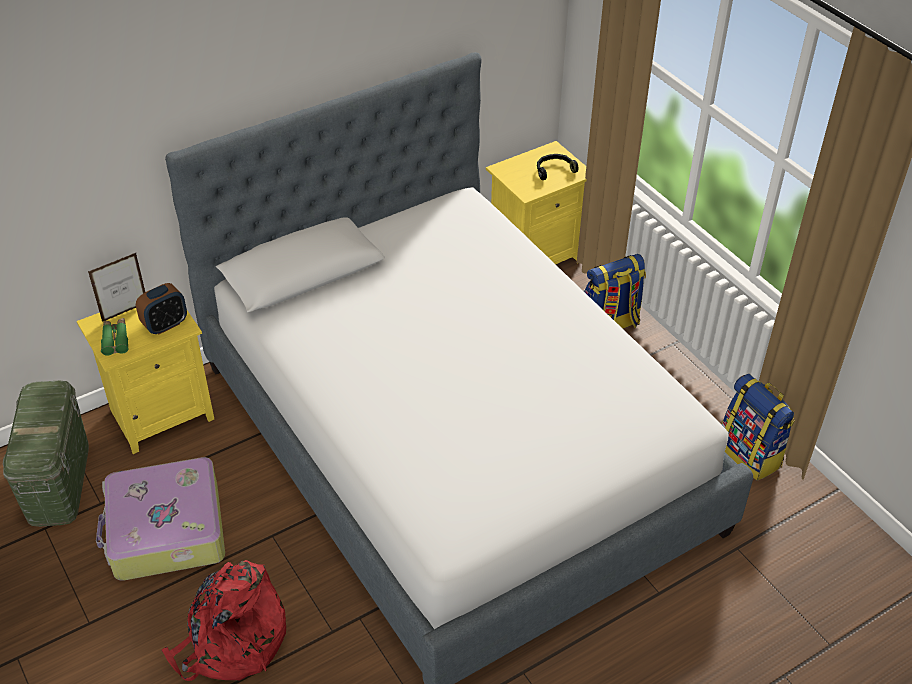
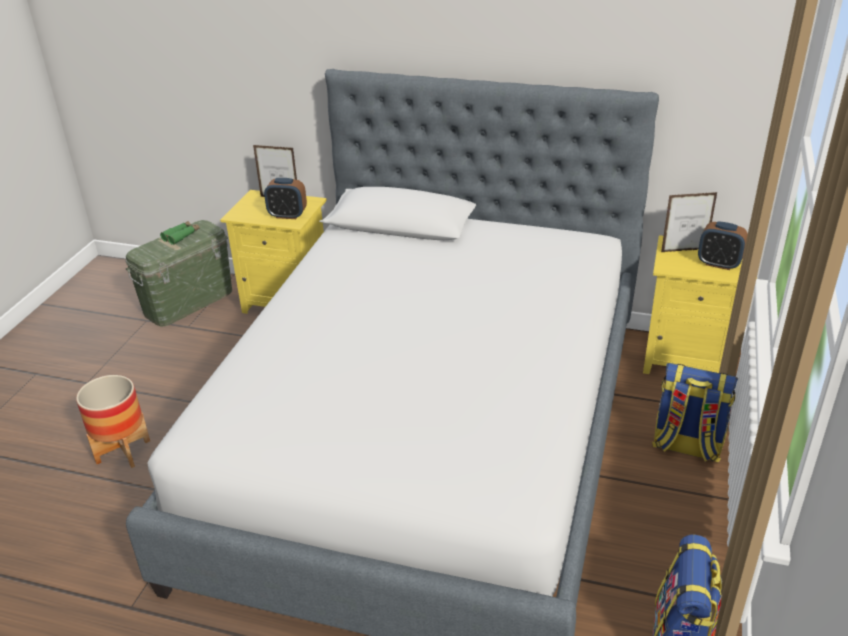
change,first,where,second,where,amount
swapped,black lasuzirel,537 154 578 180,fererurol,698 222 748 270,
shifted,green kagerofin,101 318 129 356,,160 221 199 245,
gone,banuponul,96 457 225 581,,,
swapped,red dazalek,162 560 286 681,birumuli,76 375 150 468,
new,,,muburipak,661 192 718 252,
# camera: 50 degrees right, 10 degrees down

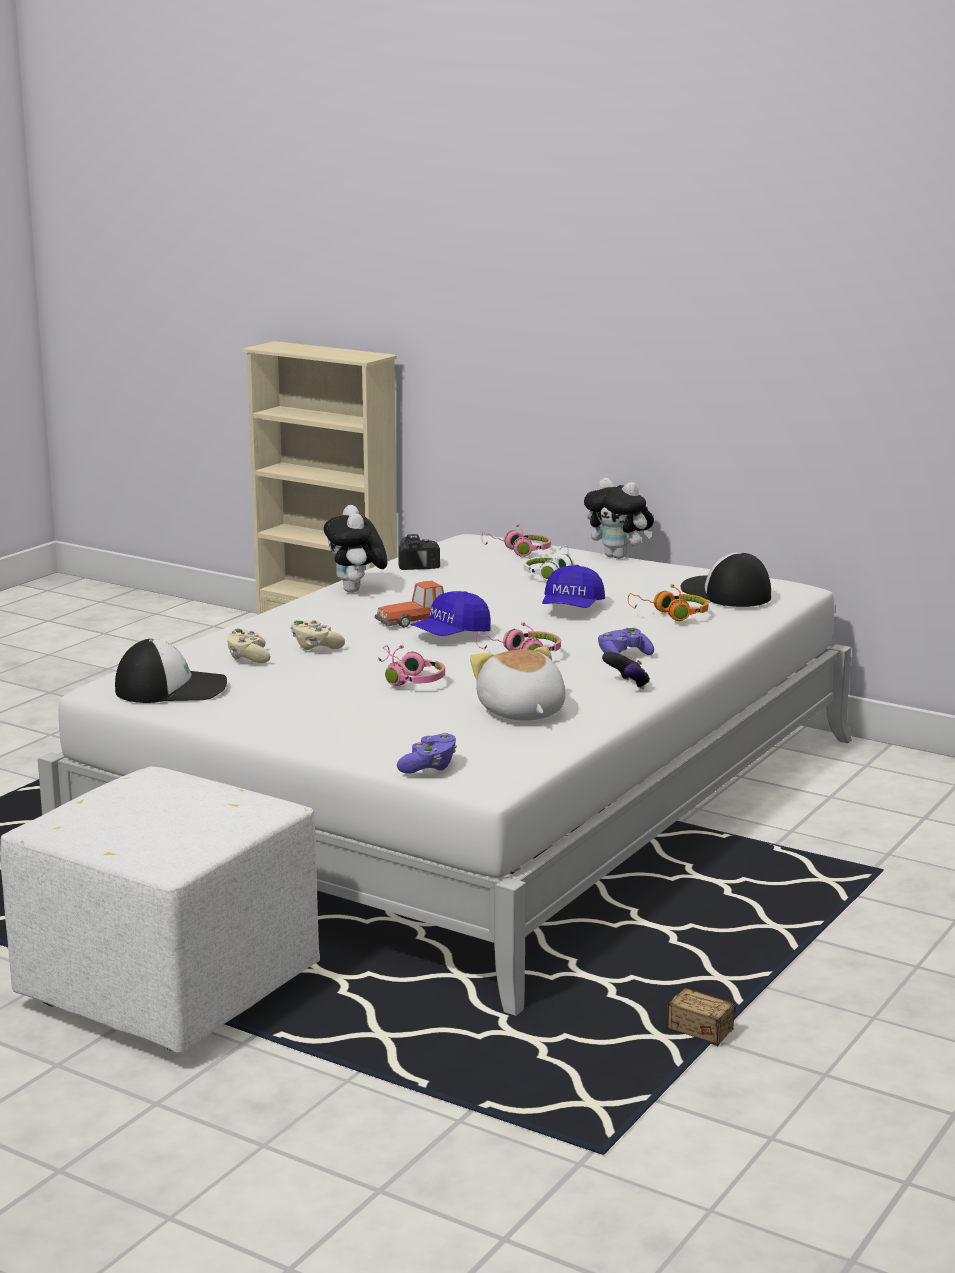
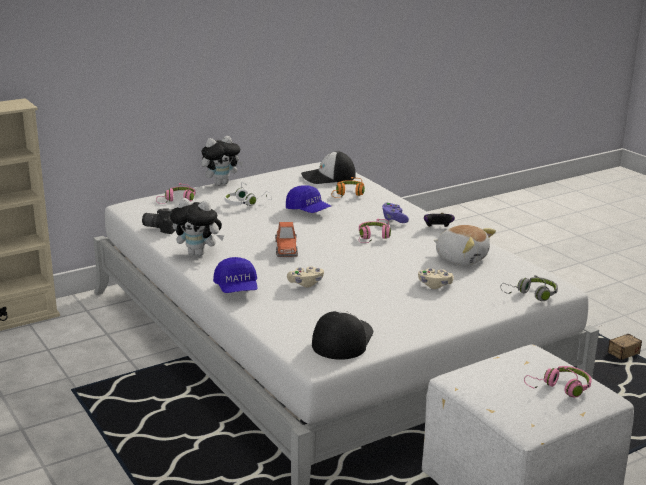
change,first,where,second,where,amount
shifted,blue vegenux,410 591 491 636,,213 257 258 293,
shifted,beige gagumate,227 628 271 663,,418 268 454 289,
shifted,pink lasuzirel,378 645 445 686,,524 366 592 398,
rotated,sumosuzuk,470 647 566 721,,434 225 496 265,150 degrees counterclockwise
swapped,purple gagumate,397 733 457 774,grey lasuzirel,500 275 558 301,
# camera: 65 degrees left, 5 degrees up

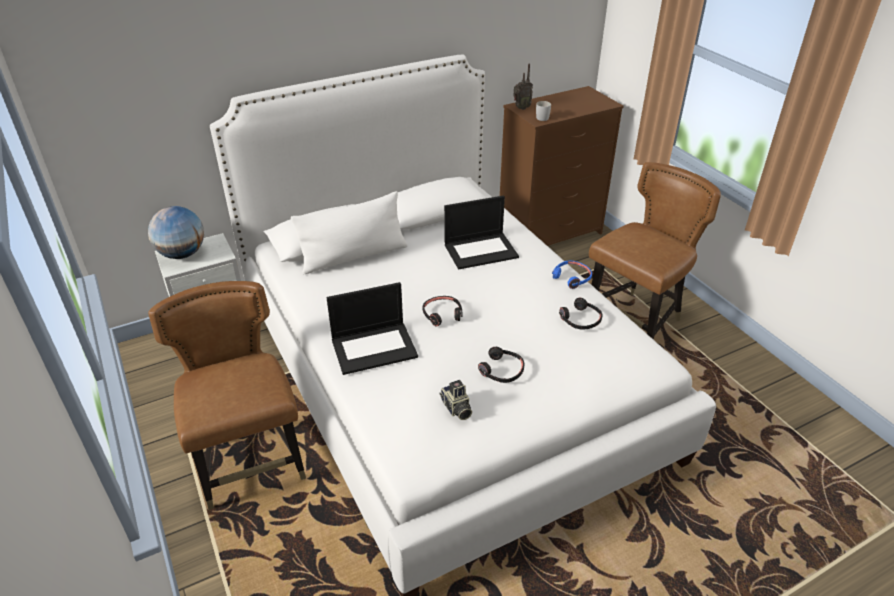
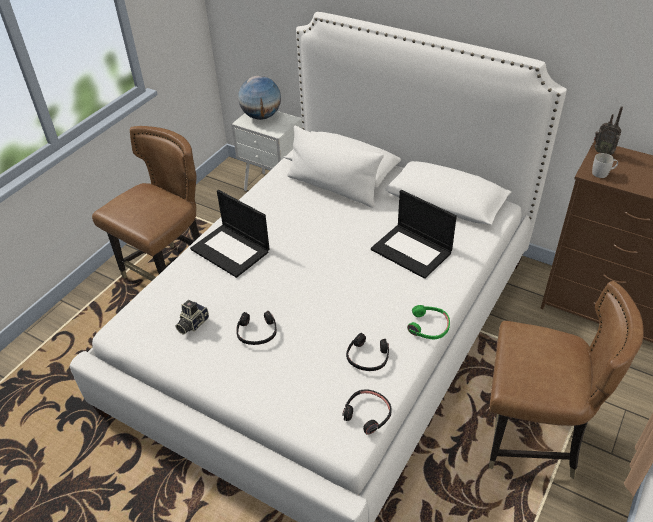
change,first,where,second,where,amount
repainted,blue lasuzirel,552 261 592 289,green lasuzirel,407 305 450 339,
shifted,black lasuzirel,422 296 462 327,,342 389 392 435,
# camera: 60 degrees right, 5 degrees up

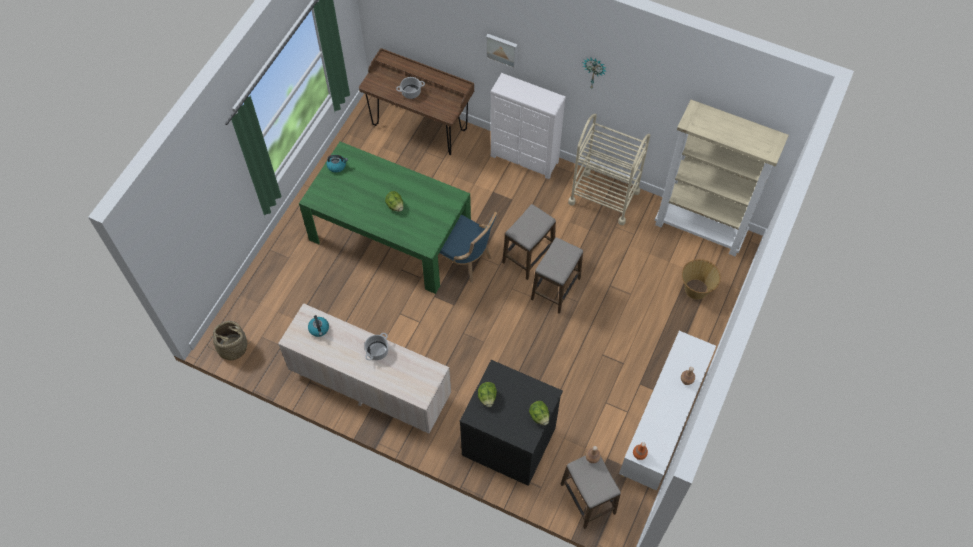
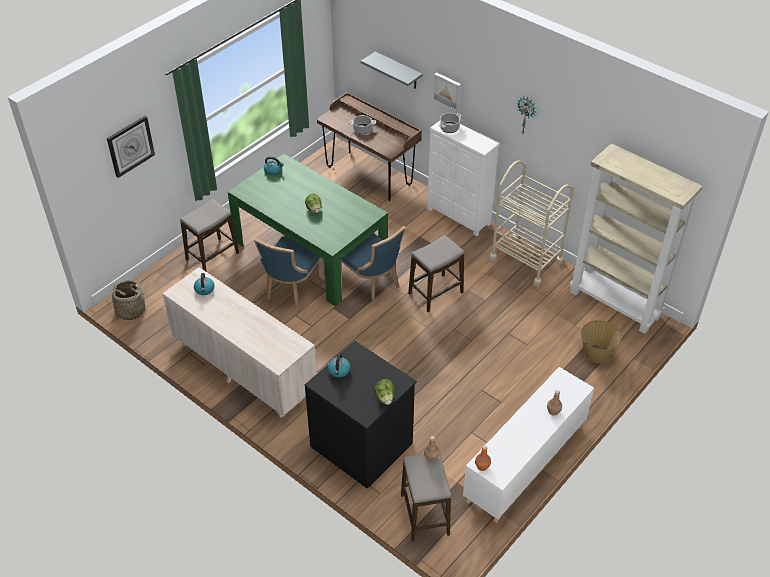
change,first,where,second,where,amount
shifted,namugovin,531 237 583 314,,180 199 239 272,
shifted,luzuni,364 333 388 360,,439 113 461 133,
swapped,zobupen,478 382 497 407,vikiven,328 353 350 378,
new,,,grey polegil,361 51 423 89,
new,,,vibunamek,107 116 155 178,
new,,,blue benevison,254 237 325 310,
# camera: 15 degrees right, 15 degrees down

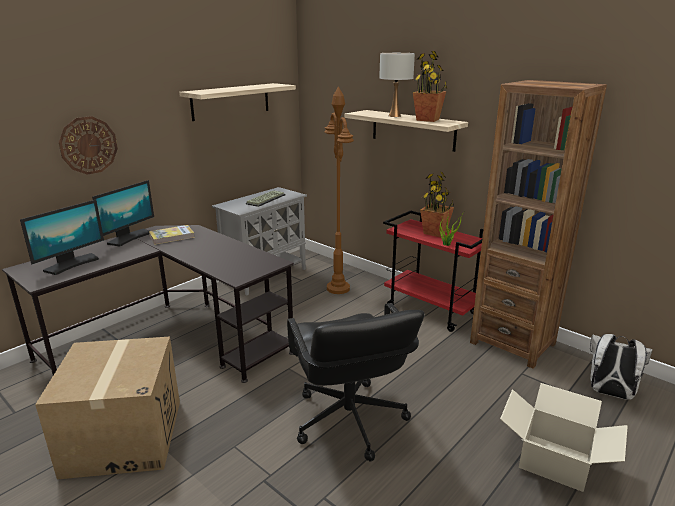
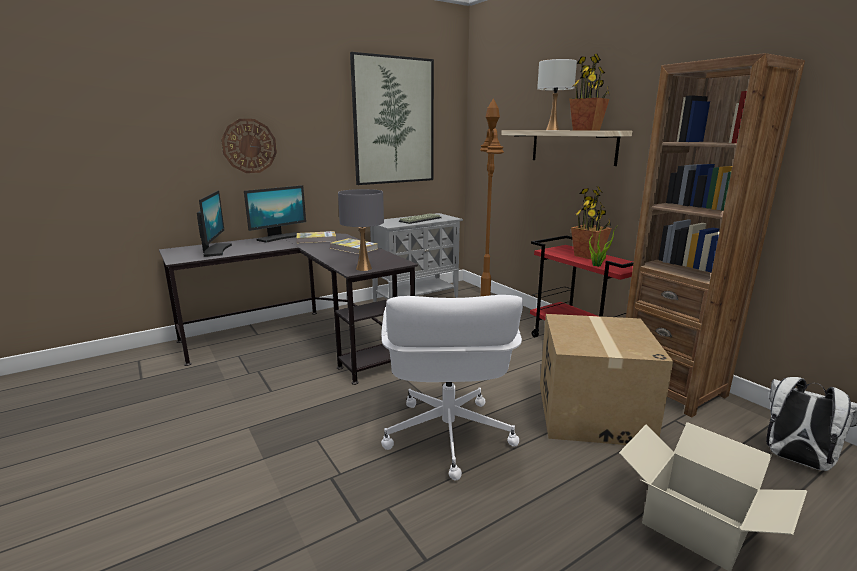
change,first,where,second,where,amount
swapped,polegil,179 83 296 121,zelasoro,350 52 434 185,
rotated,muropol,20 199 104 275,,197 191 232 257,60 degrees counterclockwise
repainted,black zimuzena,287 303 425 461,white zimuzena,381 295 523 480,
shifted,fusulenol,35 337 180 479,,540 314 673 445,
new,,,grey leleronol,338 189 384 271,
new,,,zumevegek,330 238 378 254,
# camera: 15 degrees right, 5 degrees down

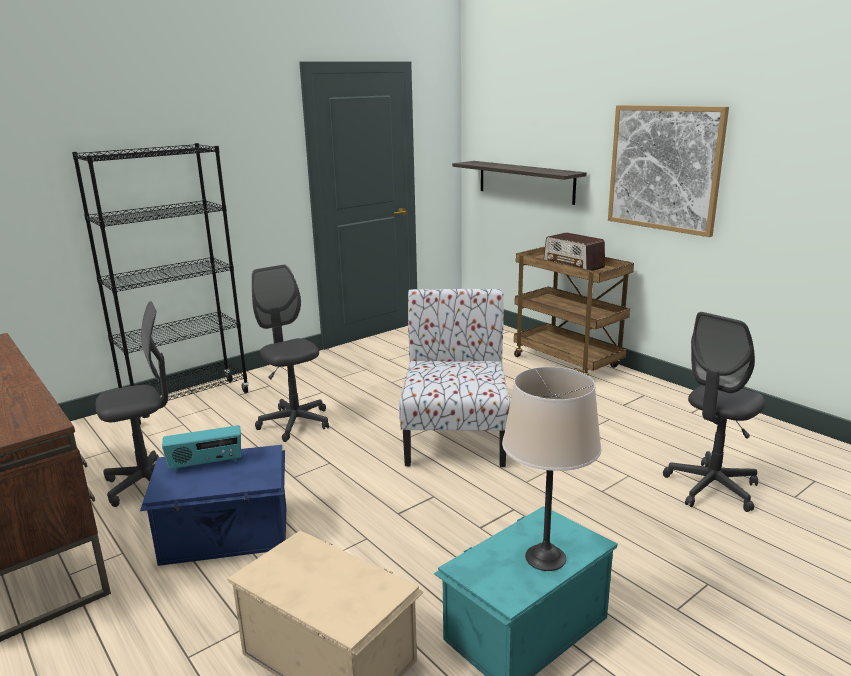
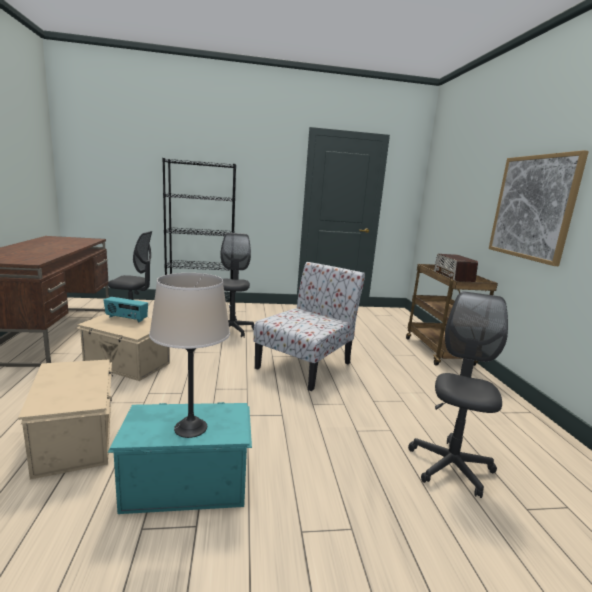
change,first,where,second,where,amount
gone,polegil,452 161 587 205,,,
rotated,grey zimuzena,663 312 766 512,,408 291 508 498,120 degrees clockwise
repainted,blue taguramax,140 445 286 566,beige taguramax,76 314 170 381,
# camera: 30 degrees right, 5 degrees down

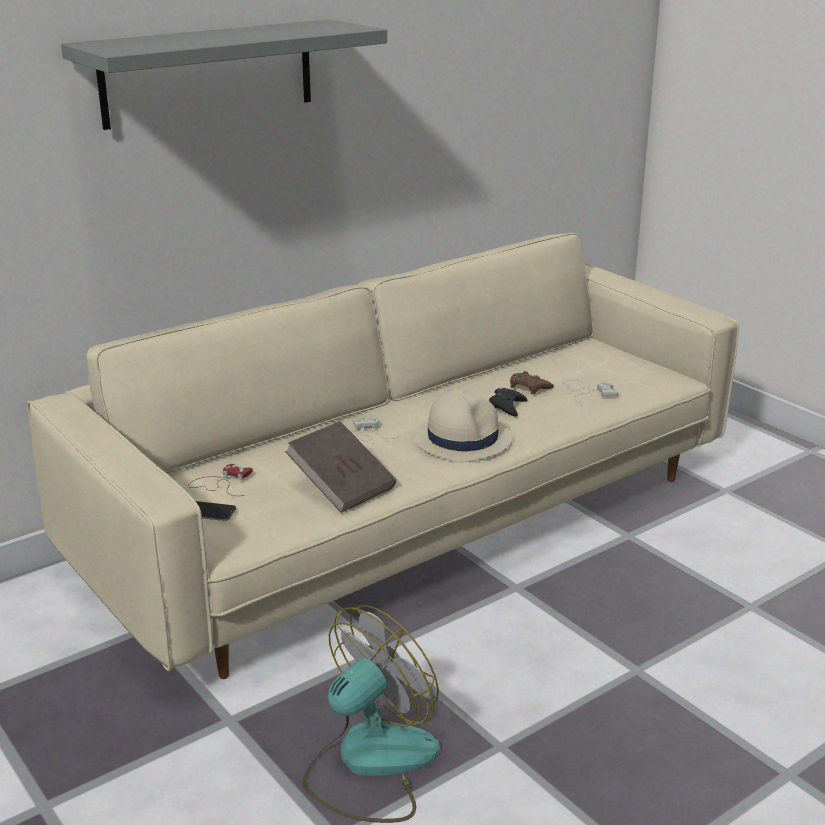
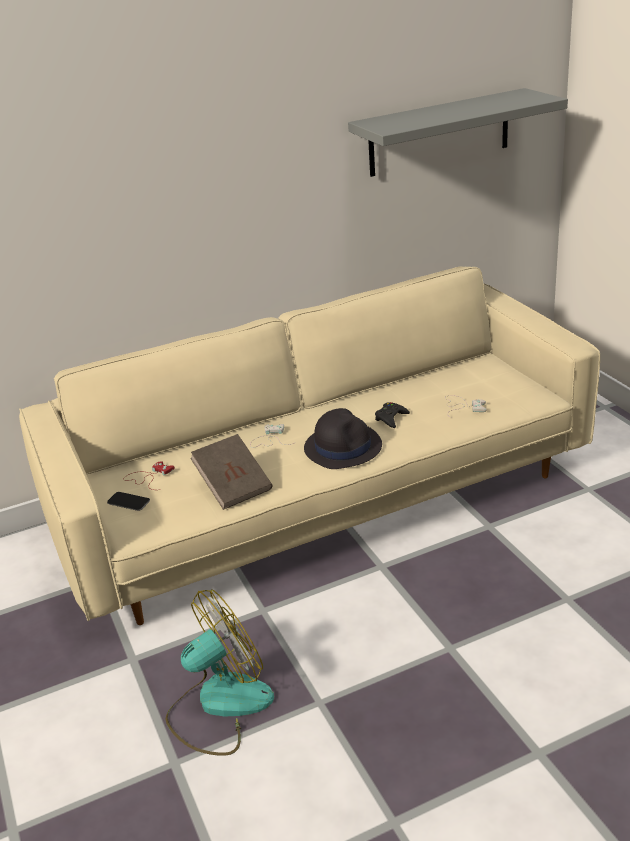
change,first,where,second,where,amount
shifted,grey polegil,61 19 387 130,,348 88 568 177,
gone,brown gagumate,510 371 554 394,,,
repainted,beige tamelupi,414 389 512 462,black tamelupi,304 408 382 469,
# camera: 15 degrees right, 5 degrees up

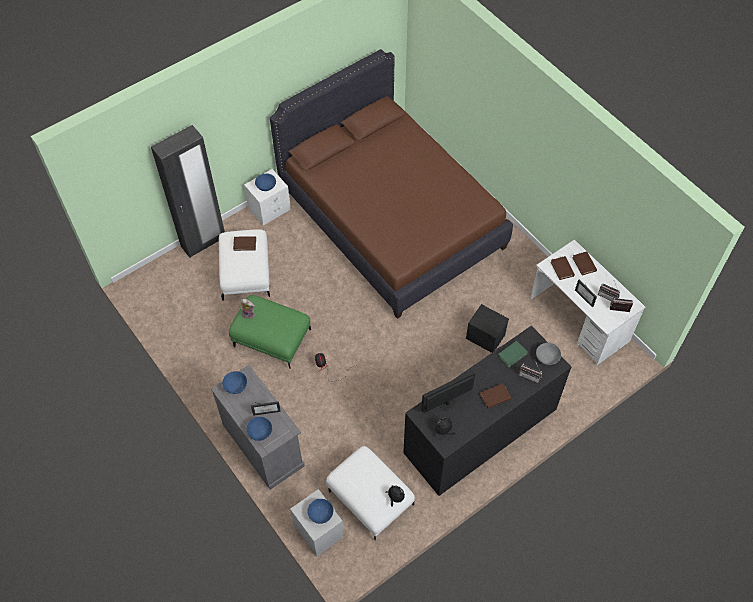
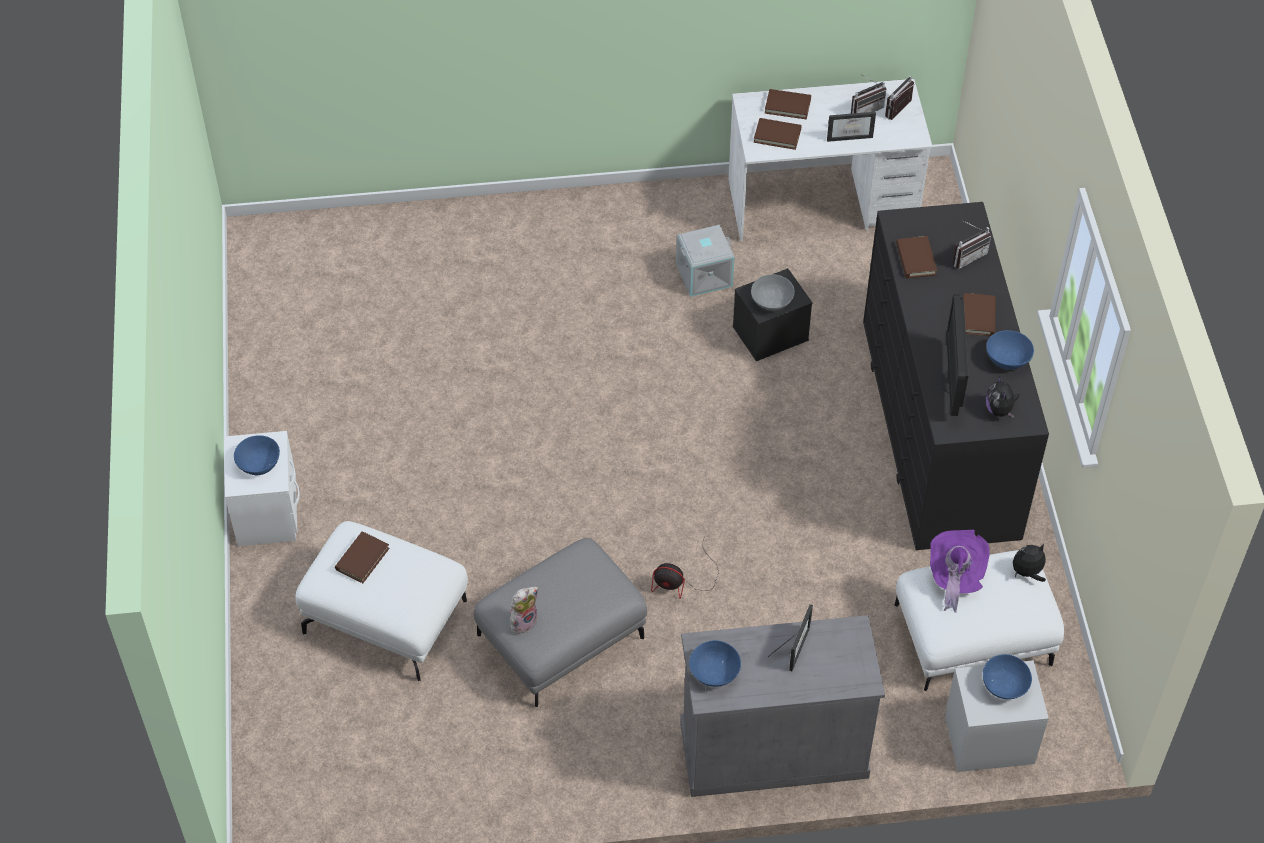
change,first,where,second,where,amount
gone,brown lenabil,270 49 513 319,,,
gone,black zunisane,151 125 225 258,,,
repainted,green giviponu,229 295 311 369,grey giviponu,474 538 647 707,
repainted,green zumevegek,497 341 528 367,brown zumevegek,896 236 937 278,
shifted,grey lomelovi,536 343 561 365,,751 274 795 311,
shifted,blue lomelovi,247 417 272 441,,986 330 1034 369,
new,,,grey taguramax,676 225 735 297,
new,,,purple tamelupi,930 530 990 613,
# camera: 60 degrees left, 5 degrees down

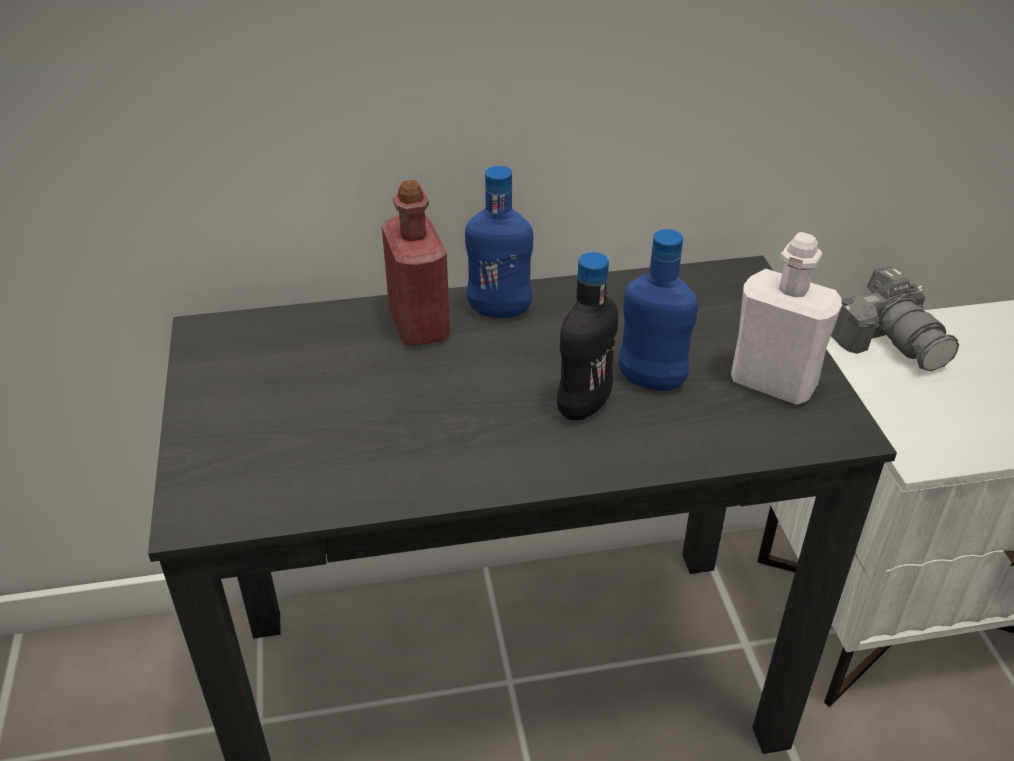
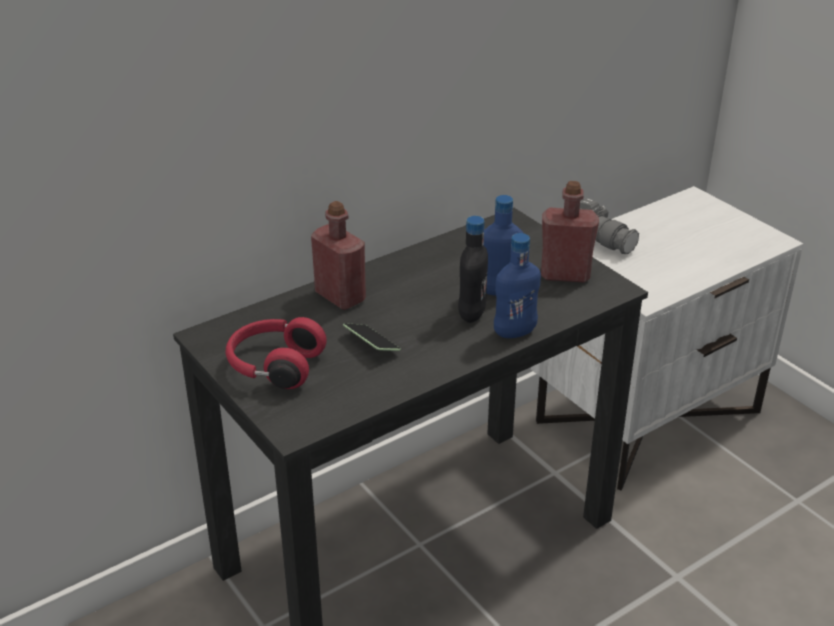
change,first,where,second,where,amount
shifted,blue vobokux,465 166 533 318,,494 233 541 338,
repainted,white vobokux,731 232 842 405,red vobokux,541 181 599 283,
new,,,red lasuzirel,226 317 327 389,
new,,,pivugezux,343 323 401 351,
# camera: 25 degrees left, 5 degrees down

